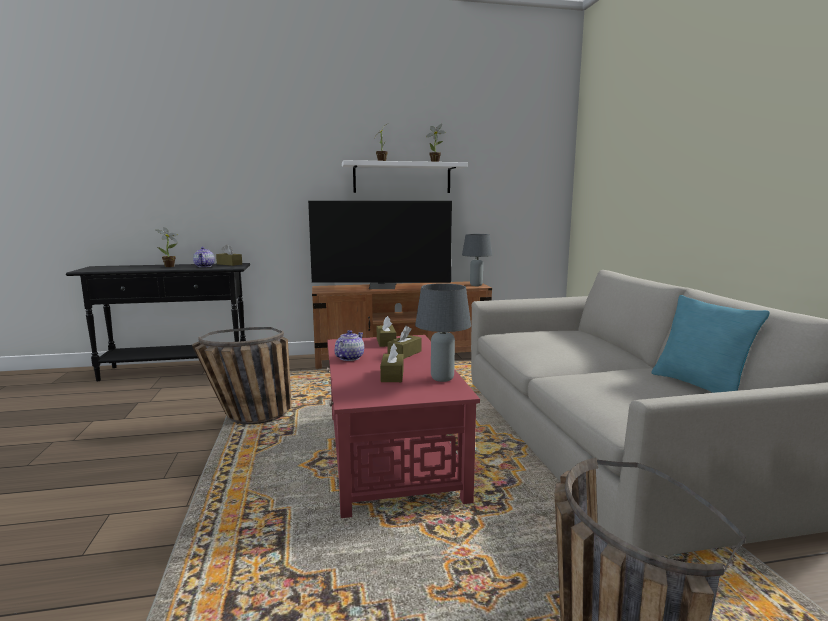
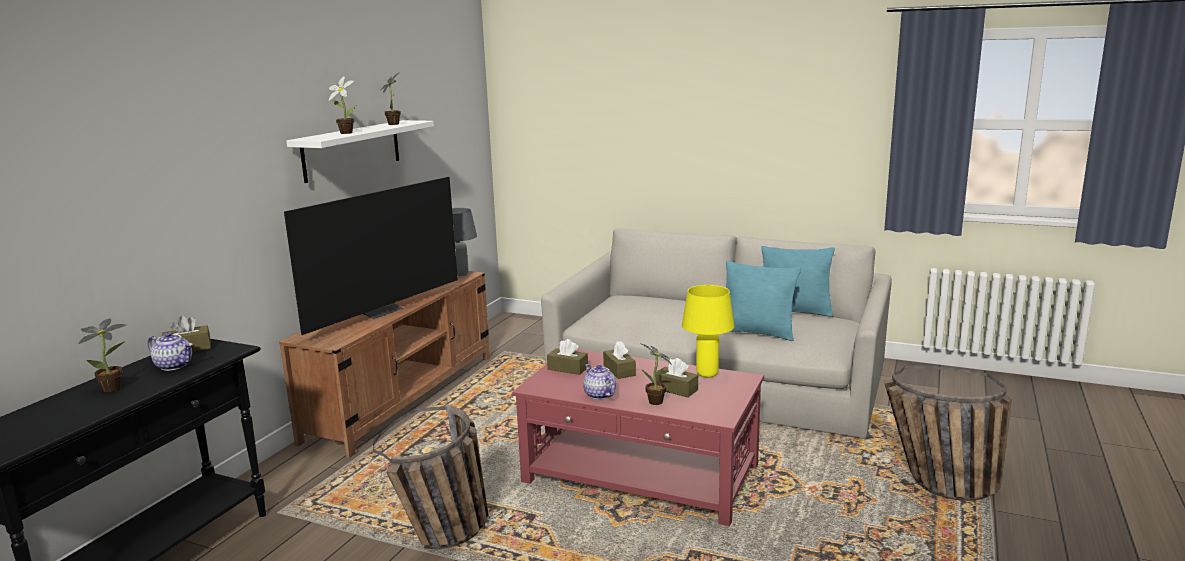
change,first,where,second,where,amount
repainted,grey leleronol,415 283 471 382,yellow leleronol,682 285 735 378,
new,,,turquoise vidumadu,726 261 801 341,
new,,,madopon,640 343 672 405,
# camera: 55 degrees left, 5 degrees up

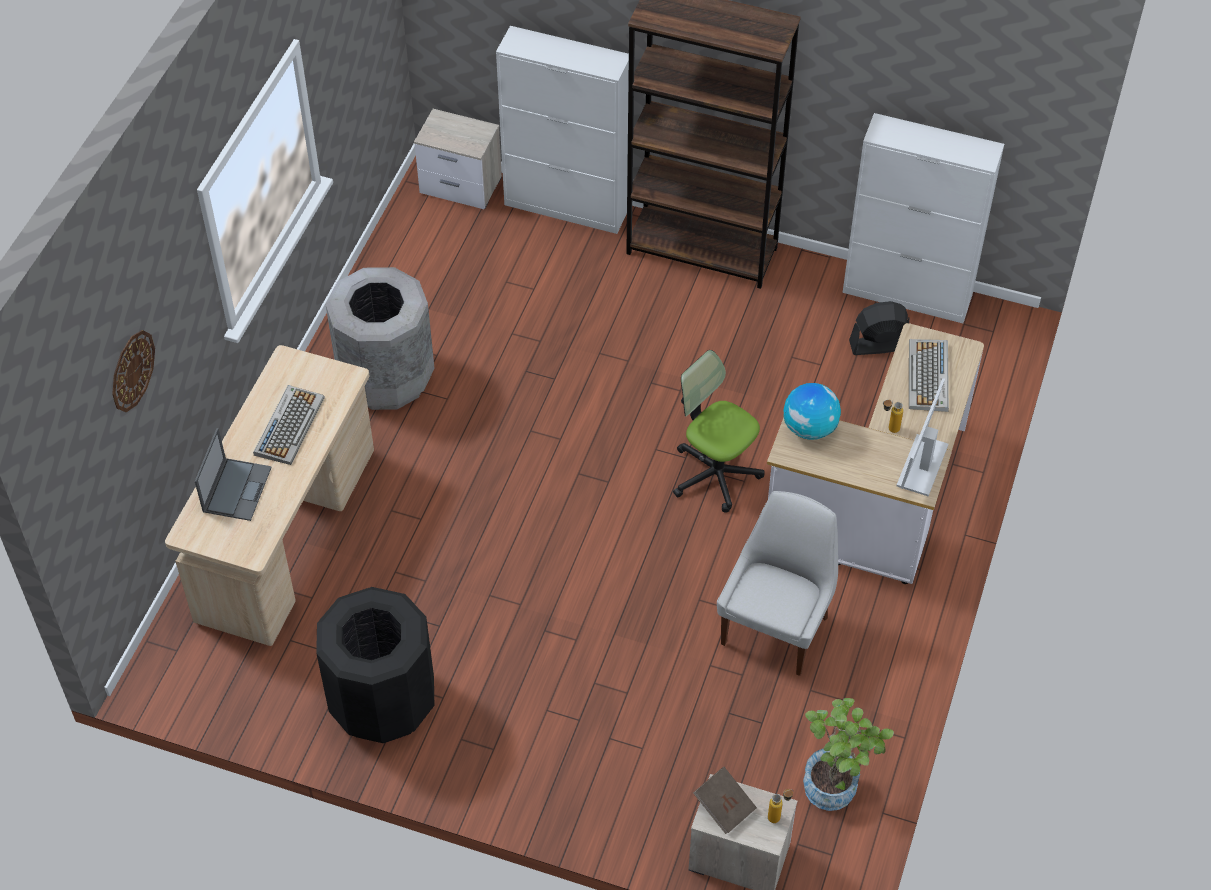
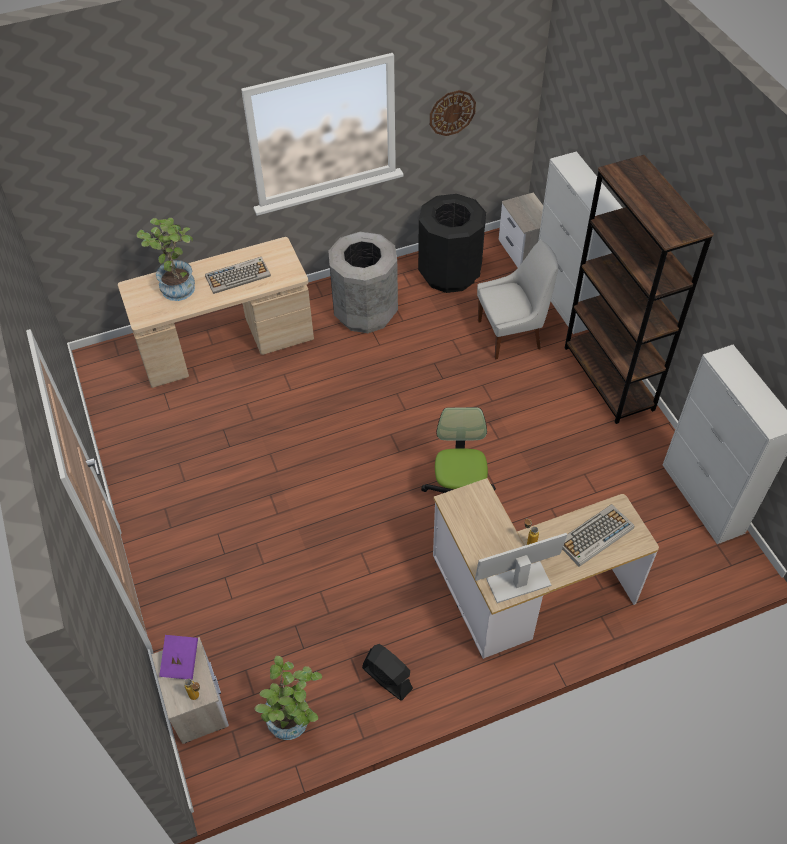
change,first,where,second,where,amount
shifted,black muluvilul,849 301 909 355,,362 644 413 701,
shifted,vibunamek,112 330 155 412,,430 90 476 136,
gone,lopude,783 383 841 440,,,
swapped,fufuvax,195 428 272 521,madopon,136 218 195 301,
shifted,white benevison,717 491 838 676,,477 240 558 359,
shifted,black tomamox,316 587 434 743,,418 194 486 293,
repainted,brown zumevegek,693 767 757 834,purple zumevegek,159 635 198 680,
# camera: 50 degrees right, 0 degrees up

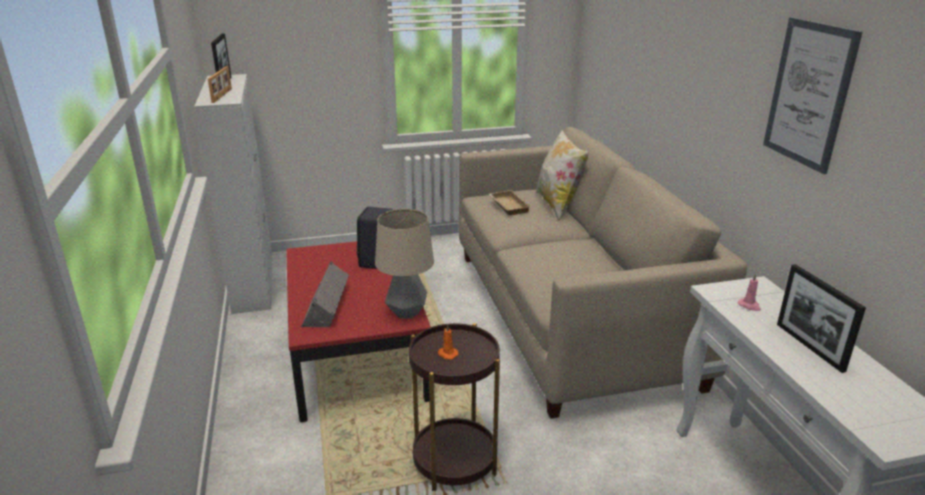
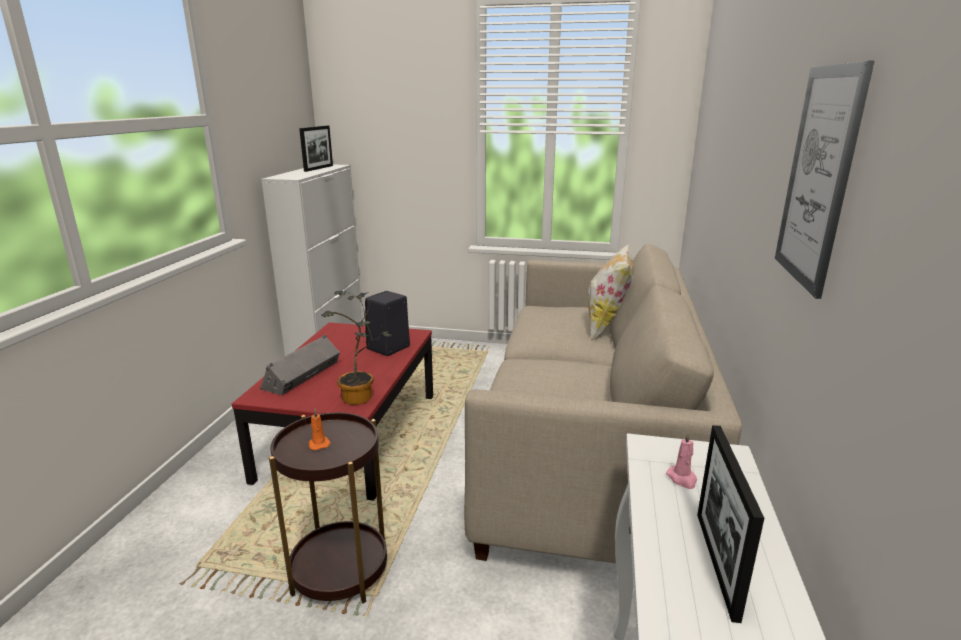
change,first,where,second,where,amount
gone,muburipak,208 66 232 103,,,
gone,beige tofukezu,489 190 531 215,,,
swapped,leleronol,375 209 434 319,madopon,321 291 392 405,
# camera: 25 degrees right, 5 degrees down

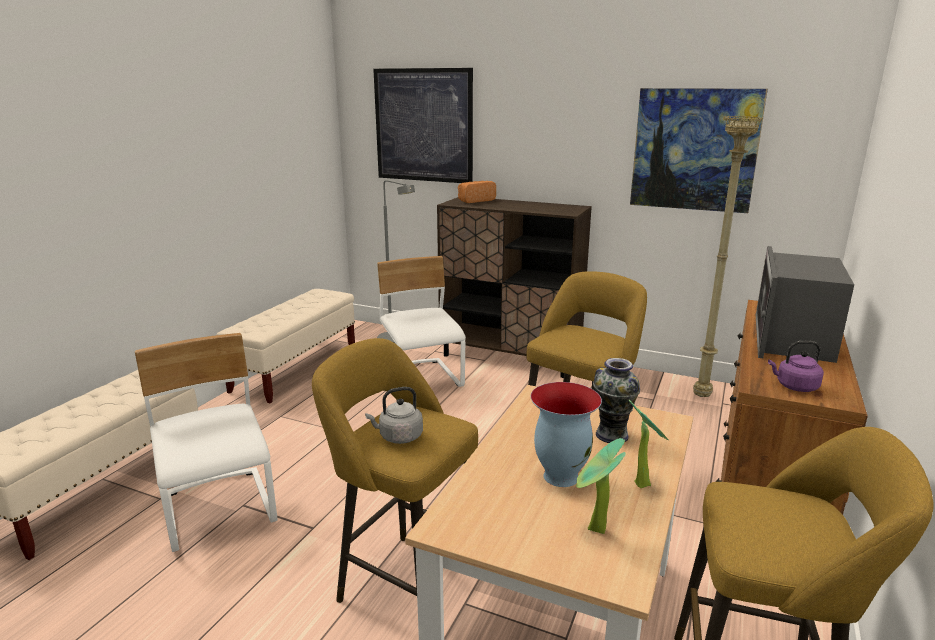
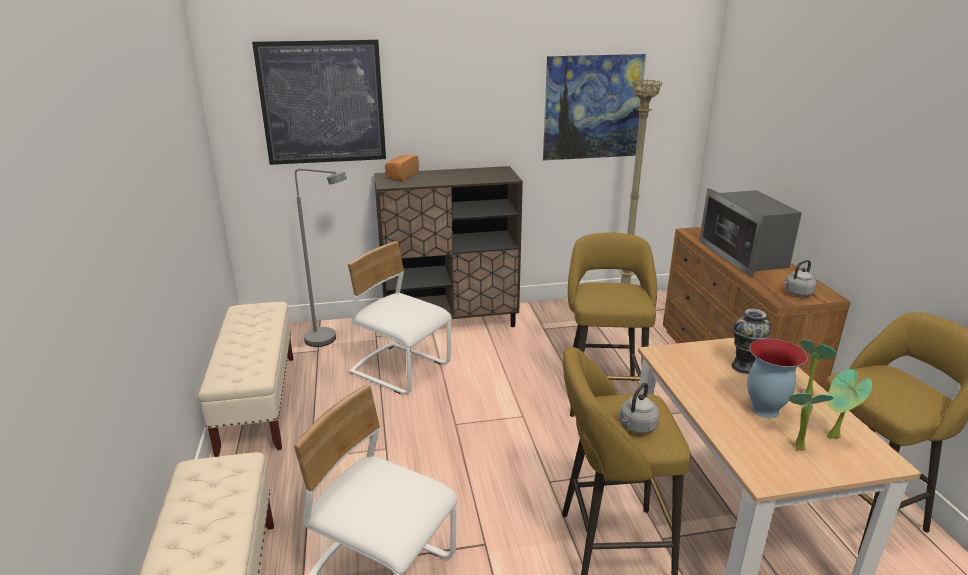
change,first,where,second,where,amount
repainted,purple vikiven,768 341 824 392,grey vikiven,784 260 817 297,
new,,,madopon,789 393 833 451,
# camera: 35 degrees left, 5 degrees up

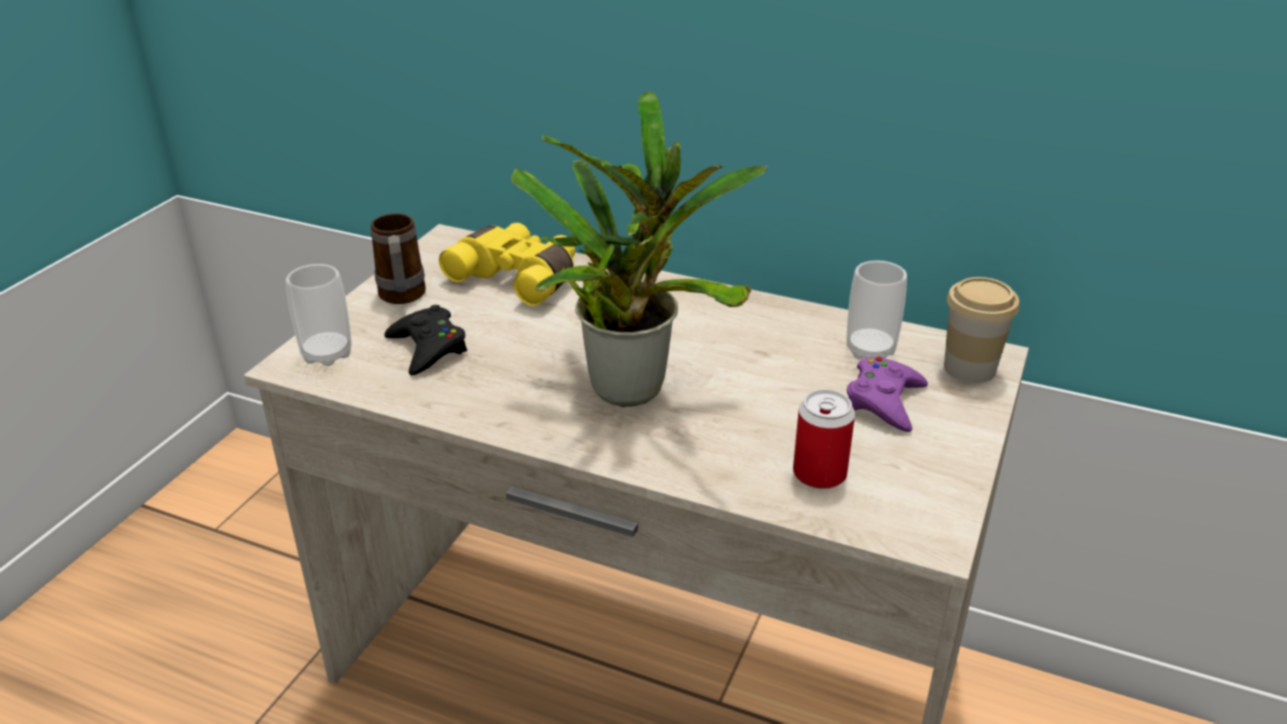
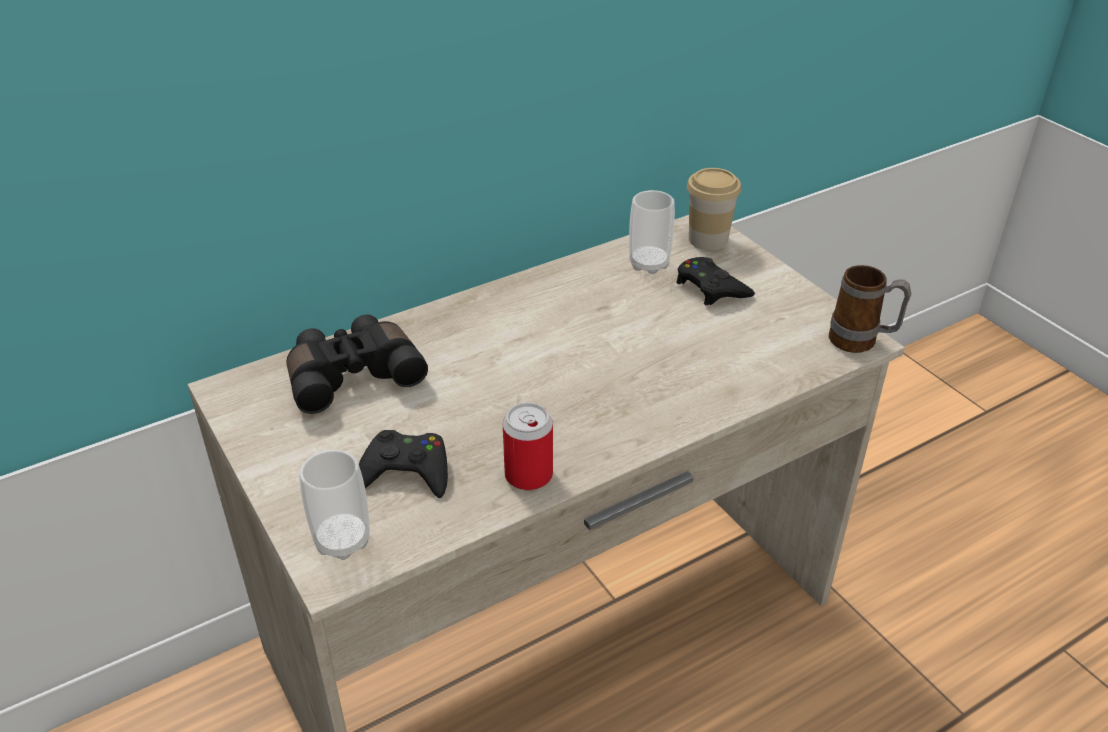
change,first,where,second,where,amount
gone,madopon,511 91 768 407,,,
shifted,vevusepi,371 213 426 304,,829 265 911 353,
repainted,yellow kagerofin,439 223 575 306,black kagerofin,286 314 428 414,
repainted,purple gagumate,847 357 928 432,black gagumate,676 257 755 305,
shifted,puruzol,793 389 855 489,,503 402 553 490,
# camera: 55 degrees left, 5 degrees up

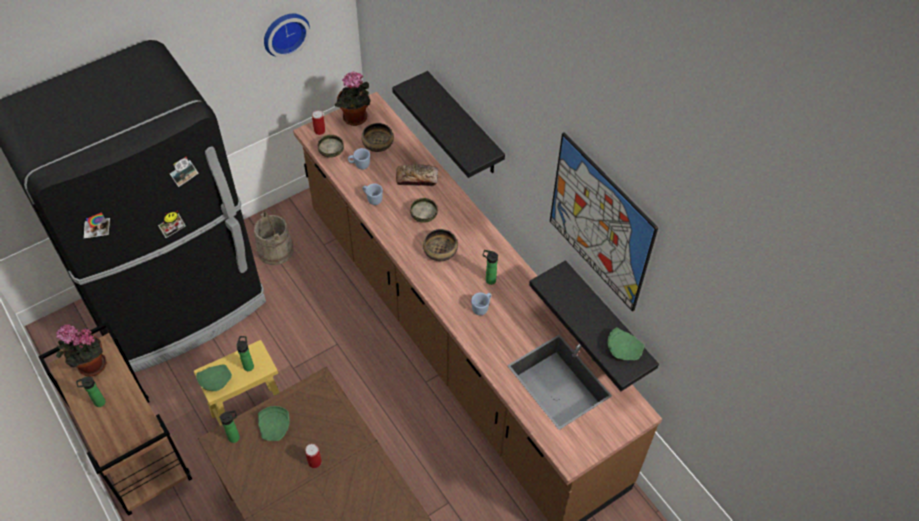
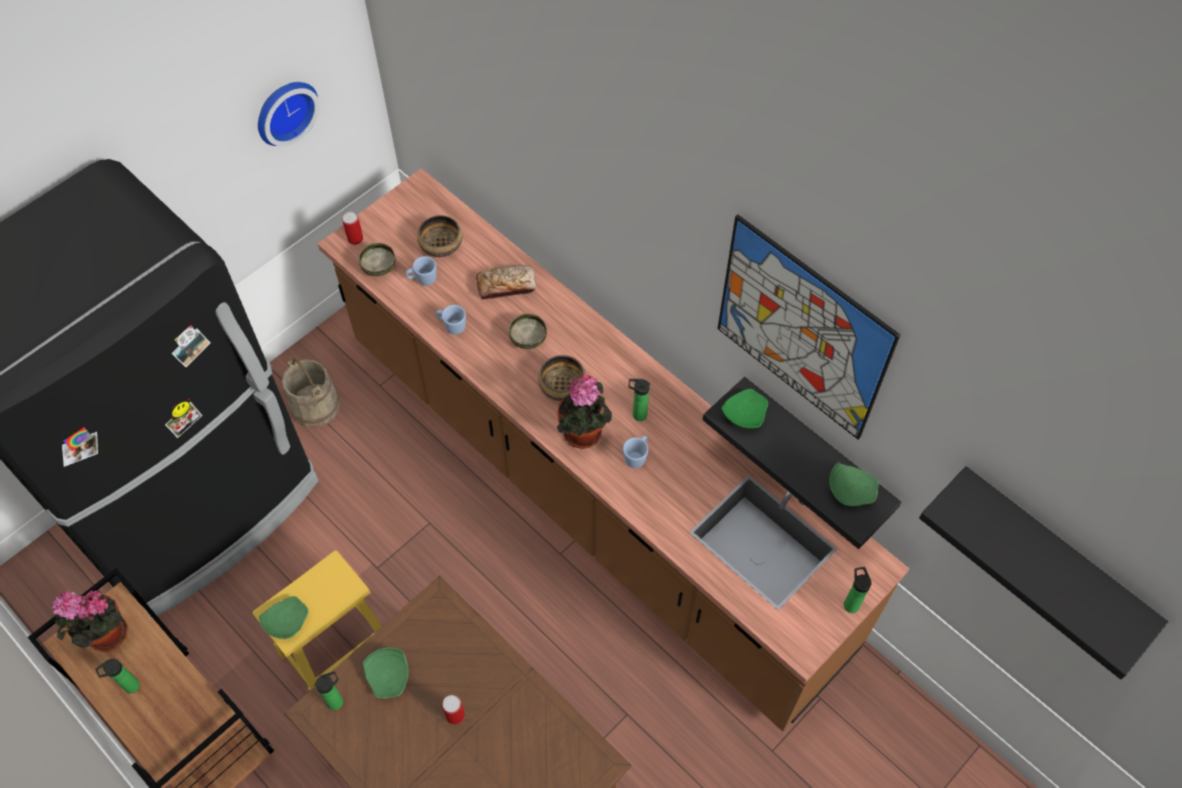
change,first,where,second,where,amount
shifted,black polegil,392 71 505 178,,919 466 1168 680,
shifted,madopon,335 72 371 126,,557 375 612 449,
shifted,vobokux,236 336 254 371,,844 567 872 613,
new,,,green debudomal,721 389 768 429,
# camera: 10 degrees left, 5 degrees up

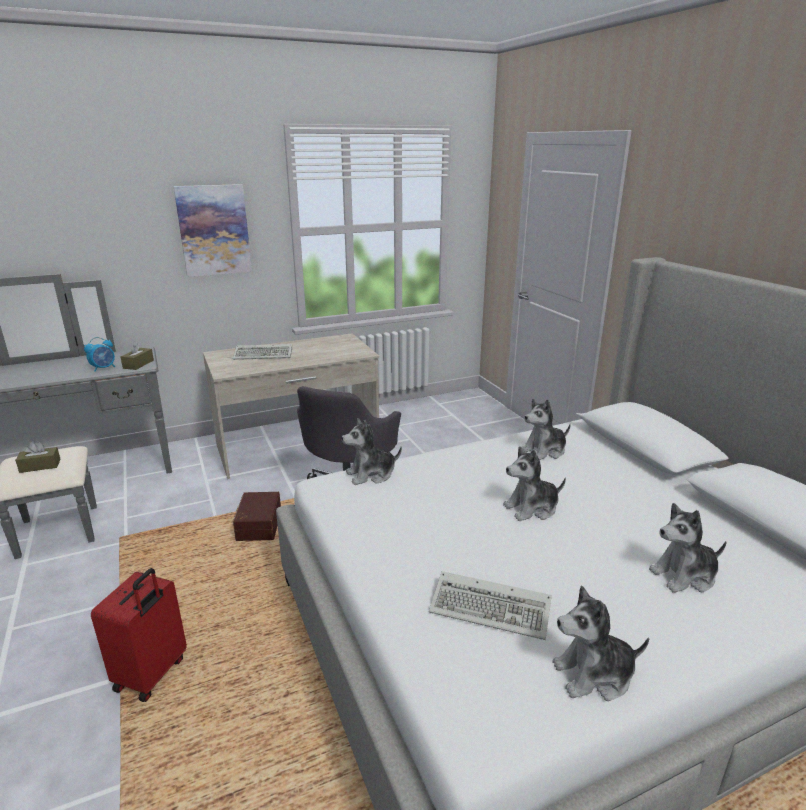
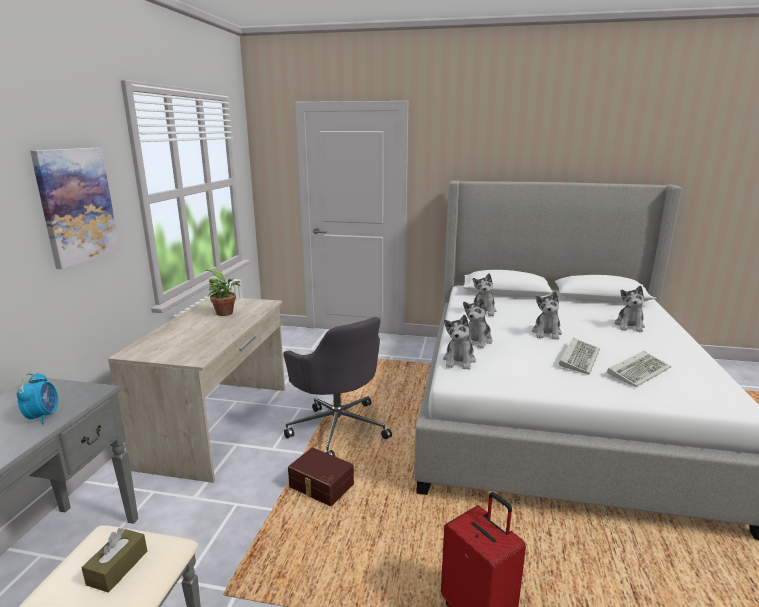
change,first,where,second,where,amount
gone,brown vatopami,120 341 154 370,,,
shifted,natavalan,233 344 292 360,,559 338 600 375,
shifted,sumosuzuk,552 586 649 701,,463 298 492 349,
new,,,madopon,205 269 240 316,
# camera: 55 degrees left, 5 degrees down

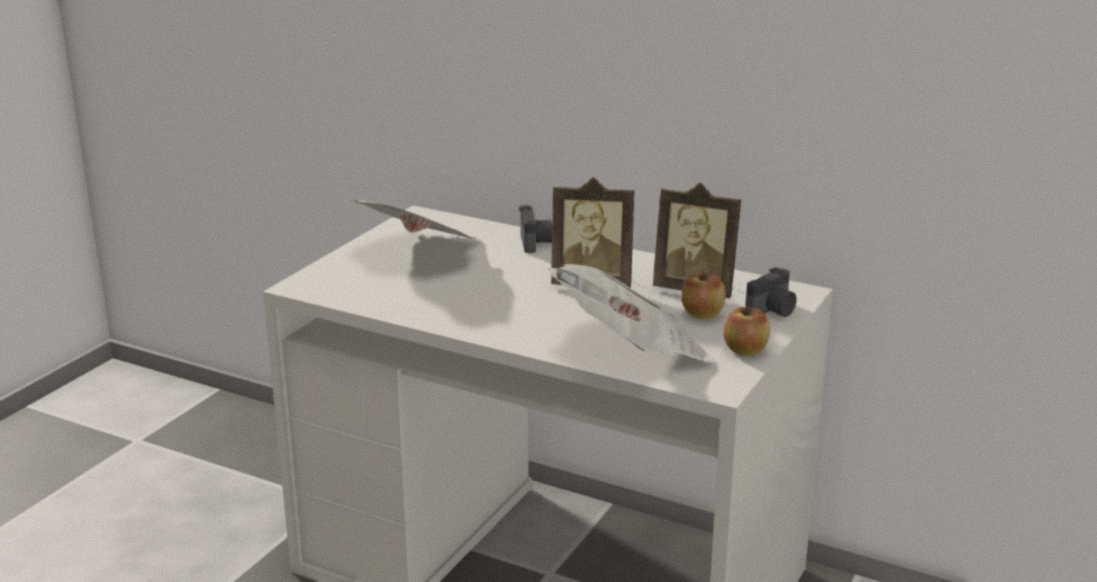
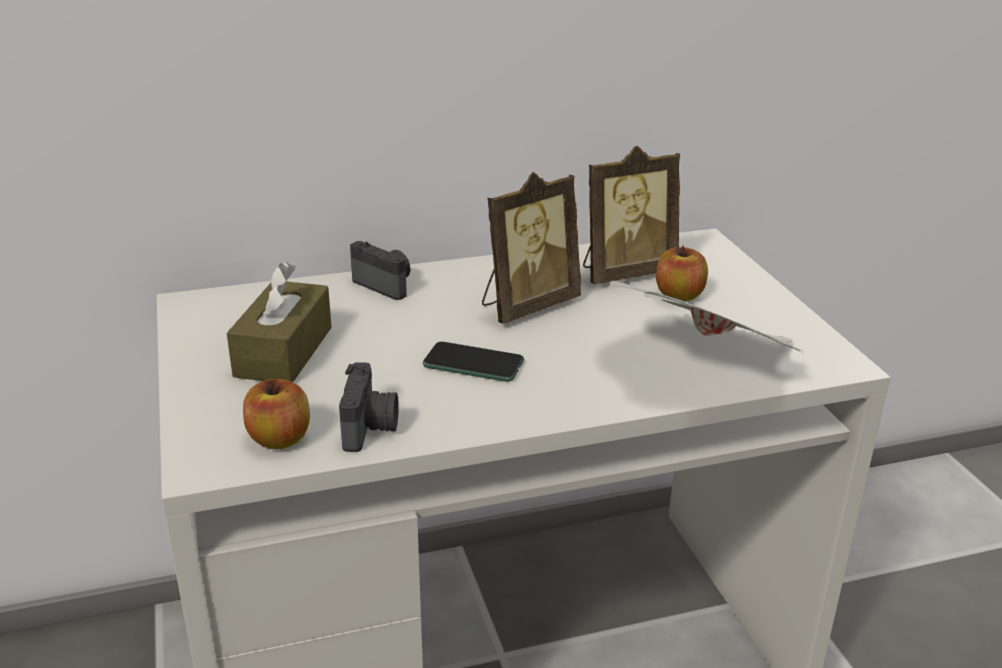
change,first,where,second,where,amount
swapped,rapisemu,345 200 481 239,brown vatopami,227 262 332 382,
shifted,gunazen,745 267 797 317,,339 362 399 452,
shifted,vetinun,724 305 770 356,,243 379 310 450,
new,,,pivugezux,423 342 524 382,
# camera: 45 degrees left, 5 degrees up

